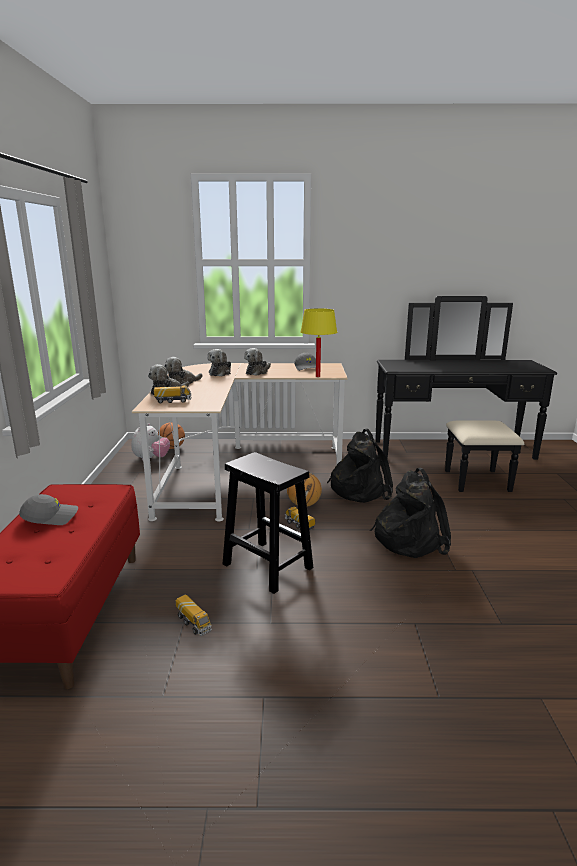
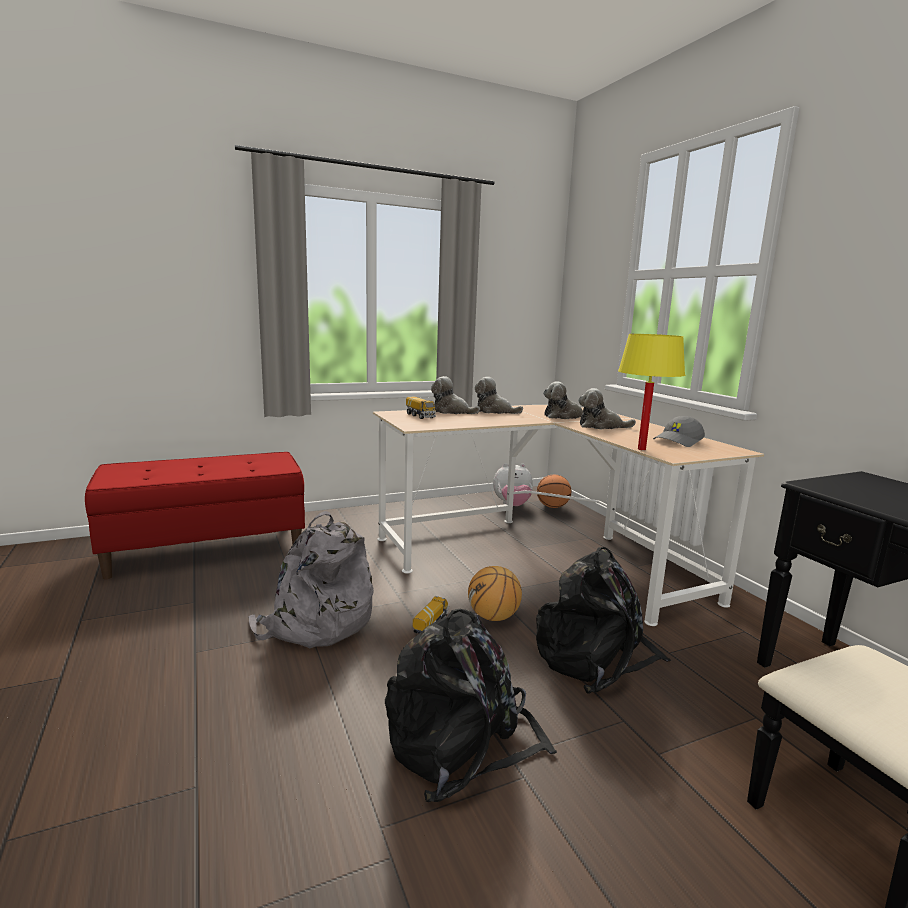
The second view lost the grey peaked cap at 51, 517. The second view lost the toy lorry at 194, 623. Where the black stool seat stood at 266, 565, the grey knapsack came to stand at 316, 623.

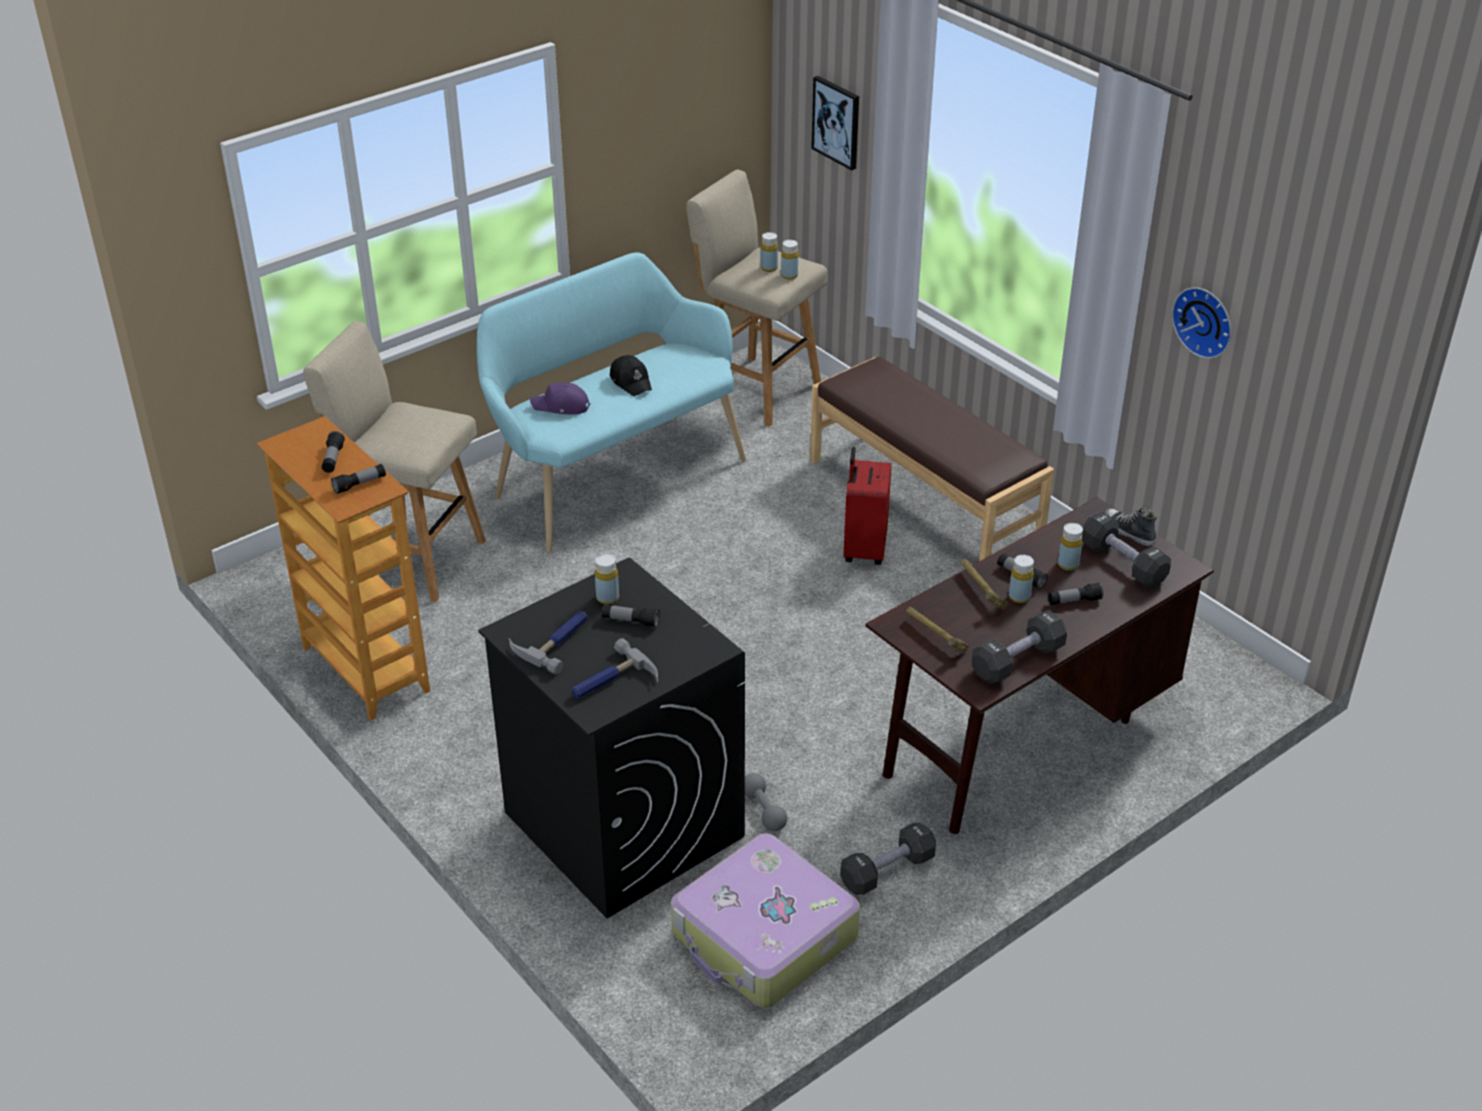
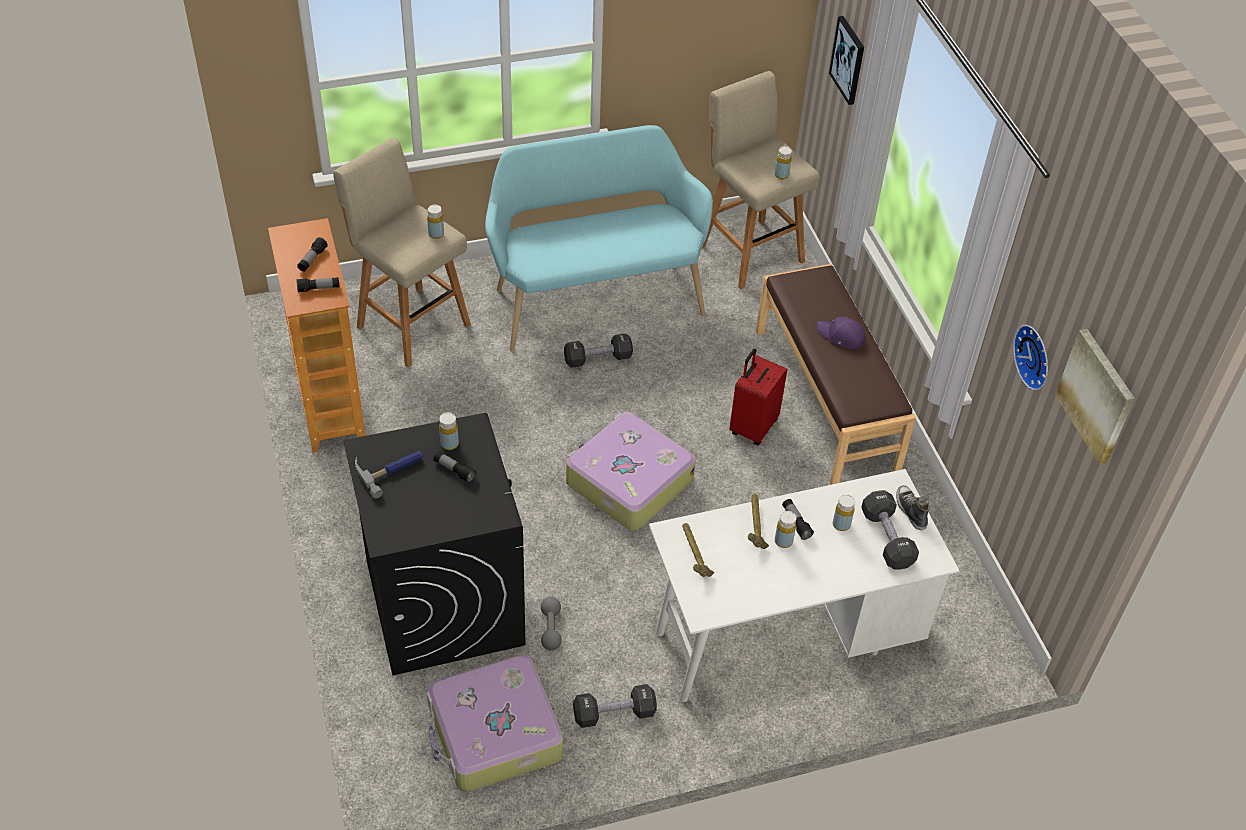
The second view lost the hand hammer at 611, 682. The second view lost the black peaked cap at 631, 381. The second view lost the flashlight at 1074, 601. The second view gained the piece of luggage at 627, 481. The second view gained the wall picture at 1097, 396. The purple-coloured peaked cap ended up elsewhere, having gone from 561, 406 to 841, 336. The yellowish drink bottle ended up elsewhere, having gone from 769, 268 to 436, 234. The black free weight ended up elsewhere, having gone from 1017, 661 to 598, 359. What was the brown desk unit at 1024, 739 turned into the whitish desk unit at 783, 639.

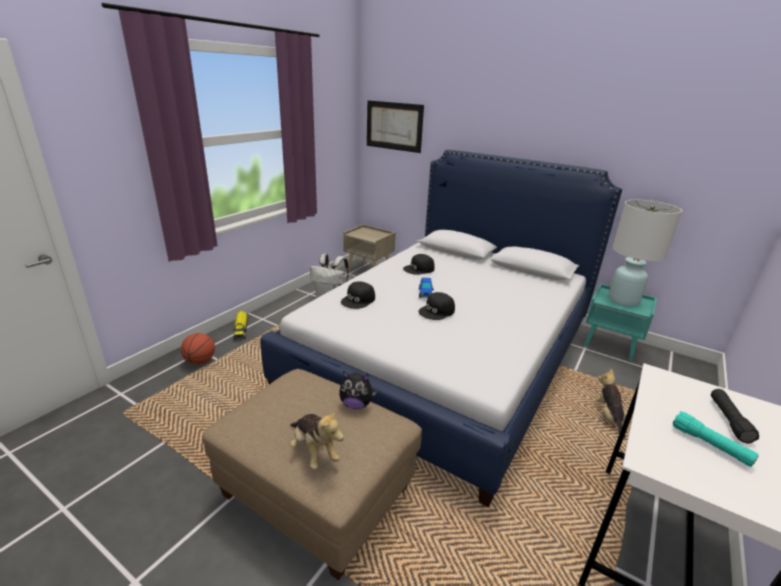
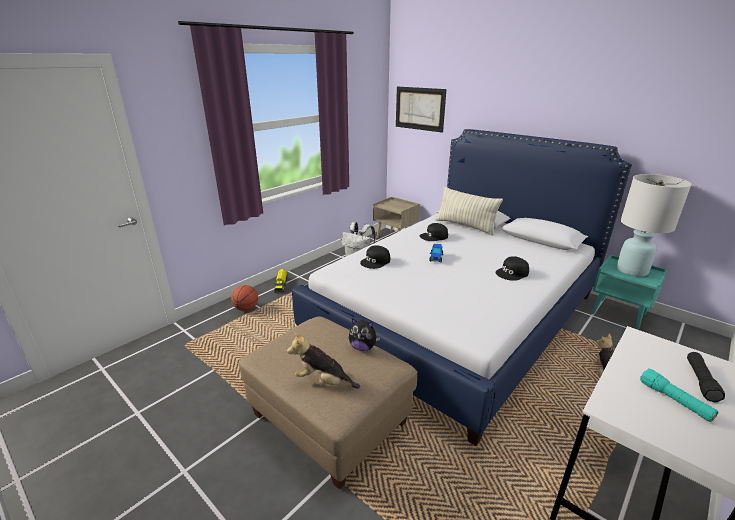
The second view gained the throw pillow at 465, 226. The black peaked cap ended up elsewhere, having gone from 437, 311 to 512, 273. The cuddly toy at 314, 451 ended up facing another way, 135 degrees clockwise from before.

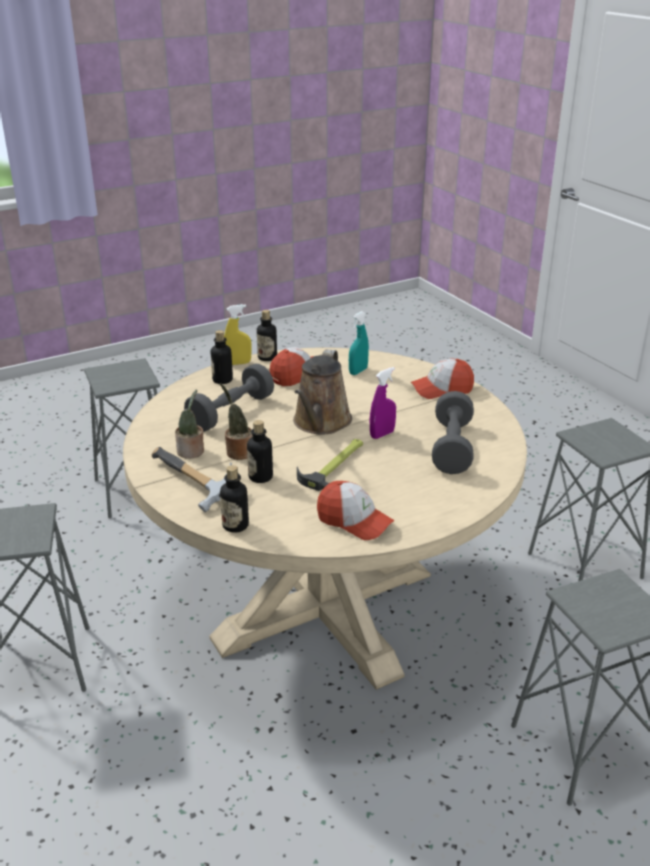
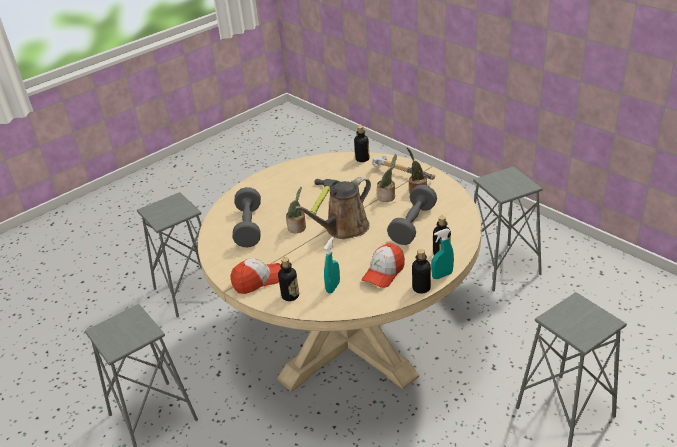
The second view lost the peaked cap at 354, 521. The drink bottle ended up elsewhere, having gone from 260, 477 to 290, 296. Where the purple-coloured sprayer stood at 382, 434, the potted plant came to stand at 298, 228. What was the yellowish sprayer at 238, 363 turned into the turquoise sprayer at 442, 275. The brown watering can at 320, 423 ended up facing another way, 135 degrees counterclockwise from before.

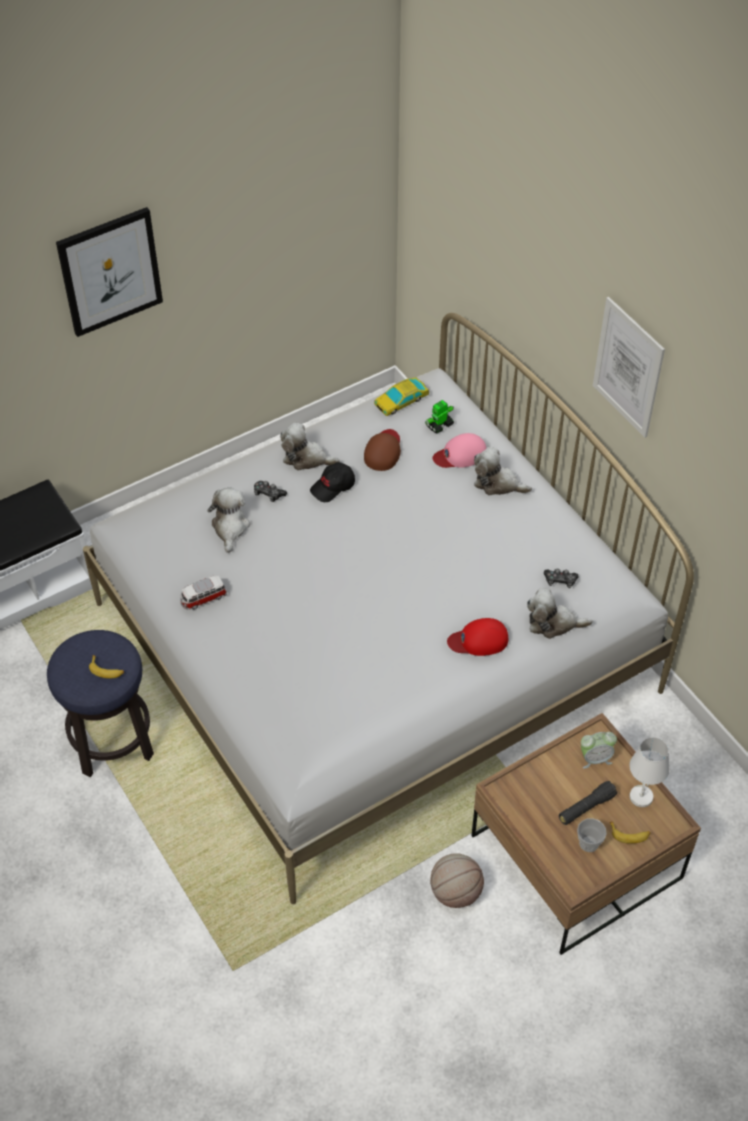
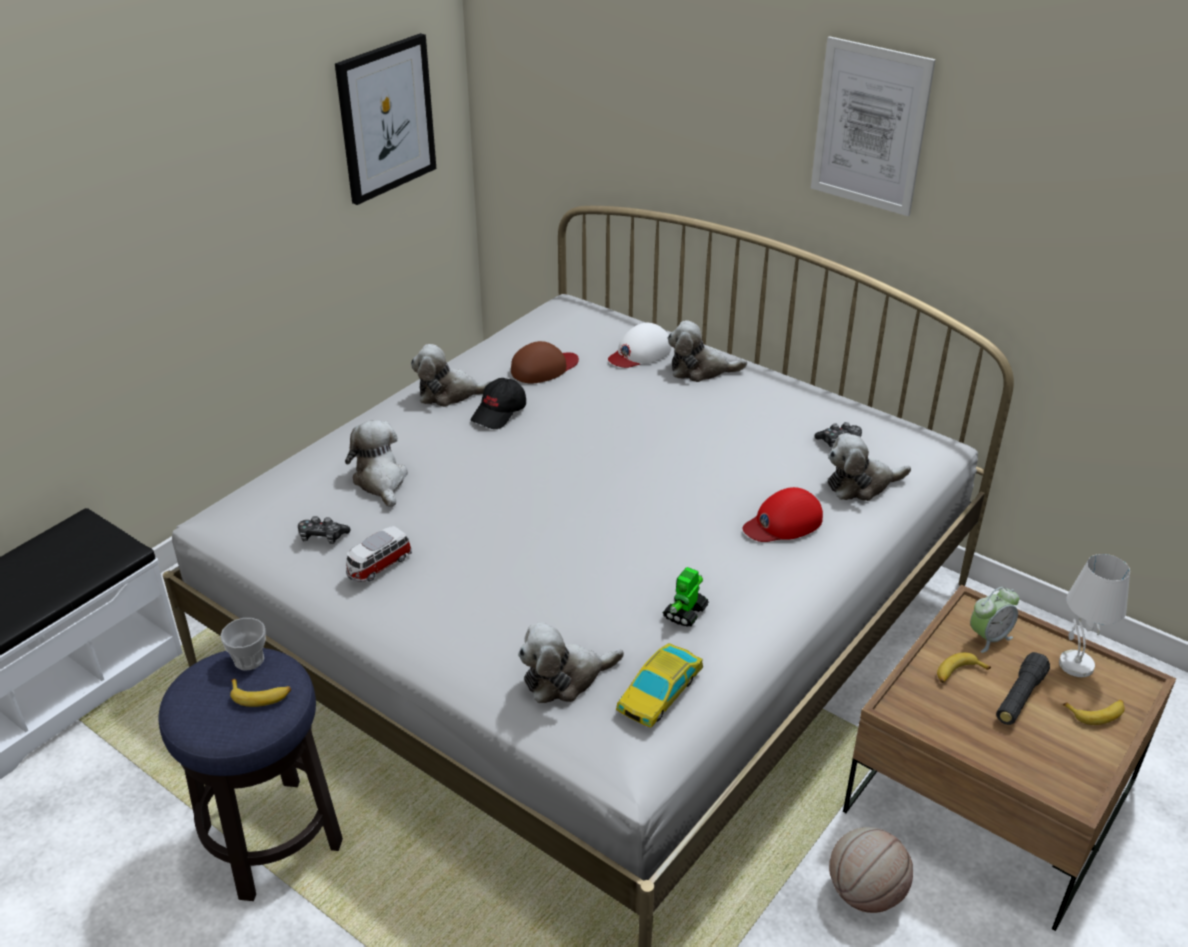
The second view gained the cuddly toy at 565, 678. The second view gained the banana at 958, 673. The wall picture ended up elsewhere, having gone from 110, 271 to 386, 118. The game controller ended up elsewhere, having gone from 268, 494 to 322, 537. The model car ended up elsewhere, having gone from 401, 400 to 660, 691. The toy robot ended up elsewhere, having gone from 439, 425 to 685, 613. The small cup ended up elsewhere, having gone from 589, 843 to 249, 660. What was the pink peaked cap at 460, 455 turned into the whitish peaked cap at 640, 353. The brown peaked cap at 383, 451 ended up facing another way, 60 degrees clockwise from before.

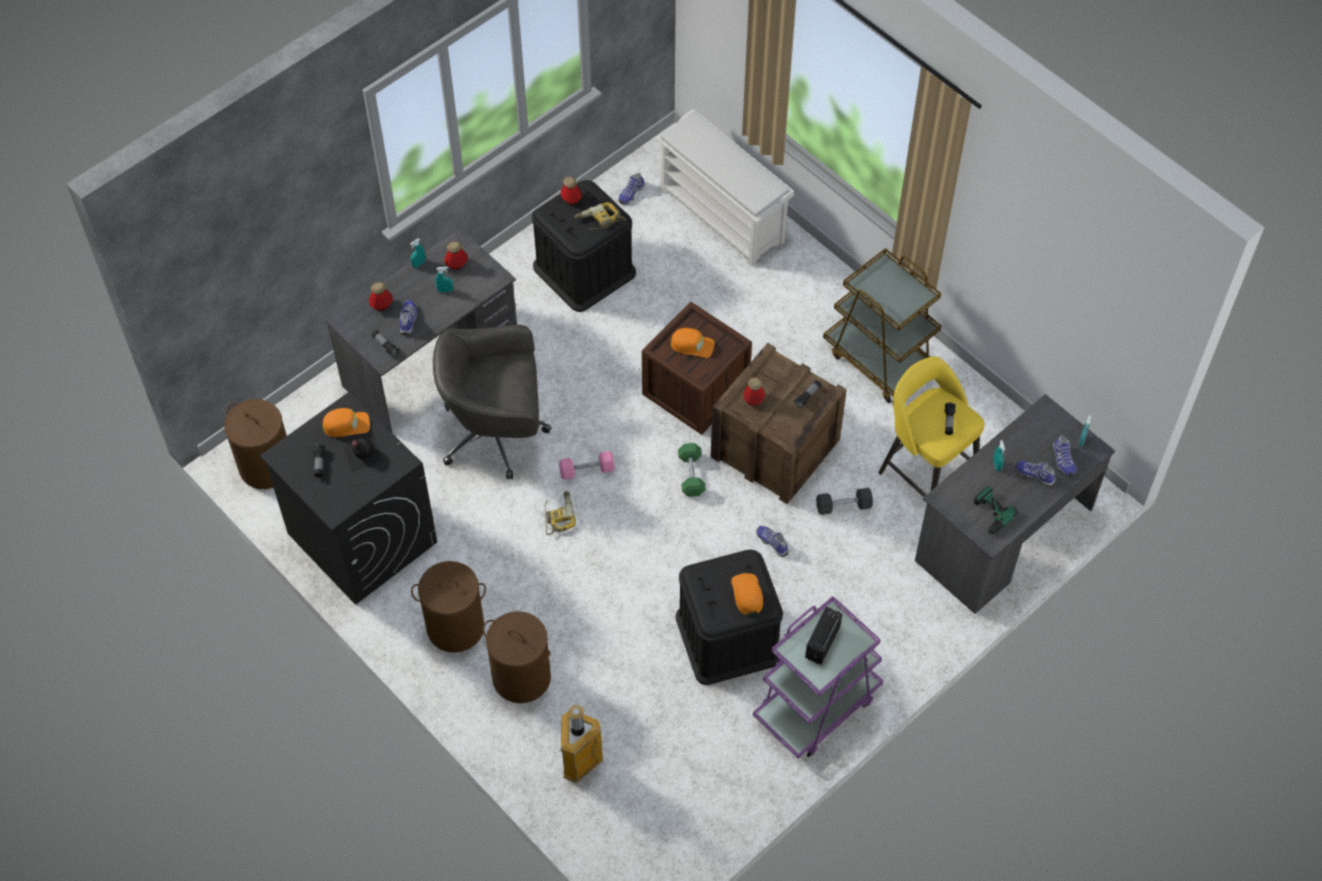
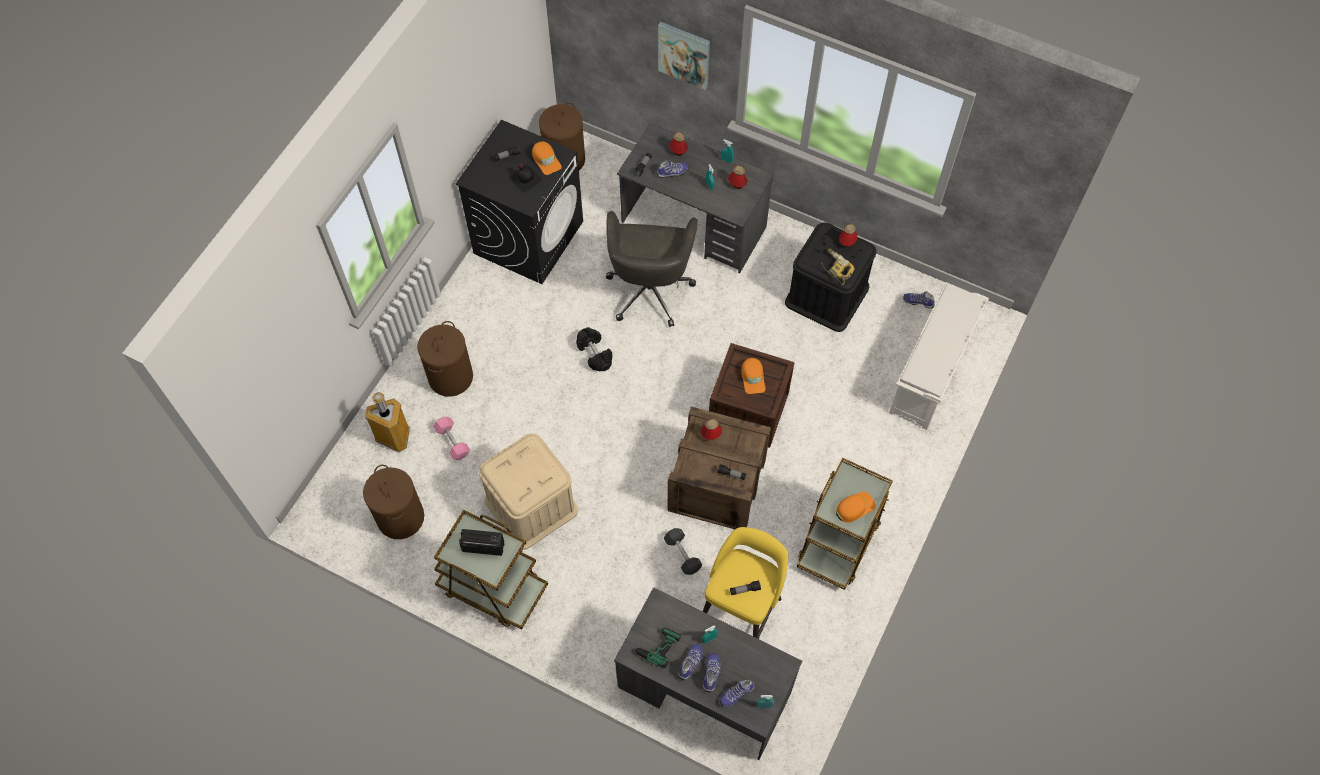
The second view lost the green free weight at 691, 475. The second view gained the wall picture at 684, 54. The brown hamper ended up elsewhere, having gone from 455, 627 to 400, 517. The pink free weight ended up elsewhere, having gone from 587, 470 to 452, 441. The orangey peaked cap ended up elsewhere, having gone from 747, 595 to 855, 507. The shoe ended up elsewhere, having gone from 773, 542 to 691, 663. Where the drill stood at 558, 515, the black free weight came to stand at 595, 354. What was the black storage bin at 728, 637 turned into the sand-coloured storage bin at 531, 505. What was the purple-coloured trolley at 816, 706 turned into the brown trolley at 492, 588. The grey computer chair at 496, 433 ended up facing another way, 150 degrees counterclockwise from before.

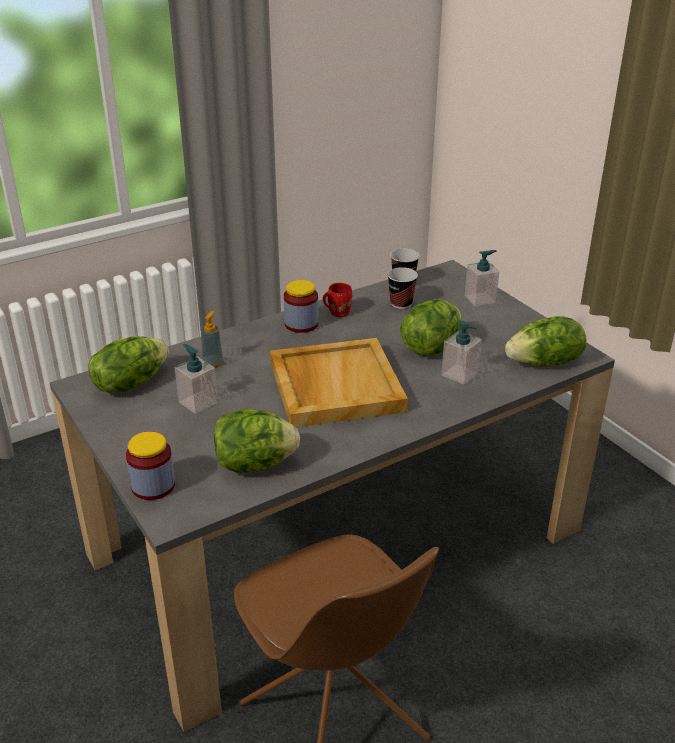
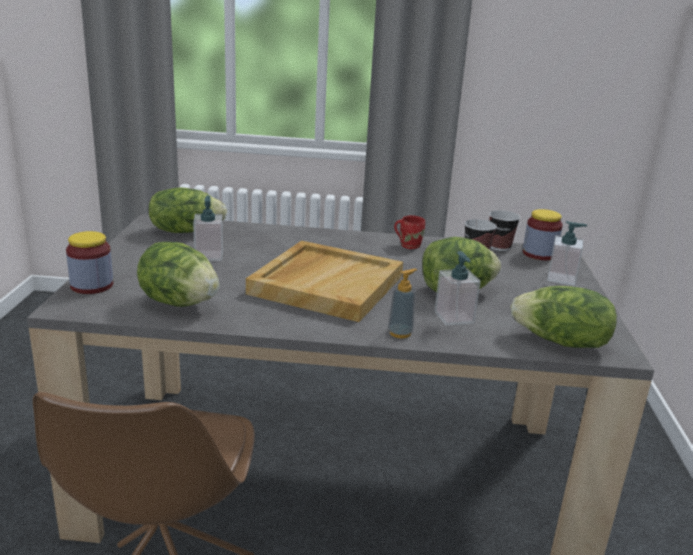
The soap dispenser ended up elsewhere, having gone from 213, 363 to 400, 333. The preserve jar ended up elsewhere, having gone from 301, 324 to 539, 254.

